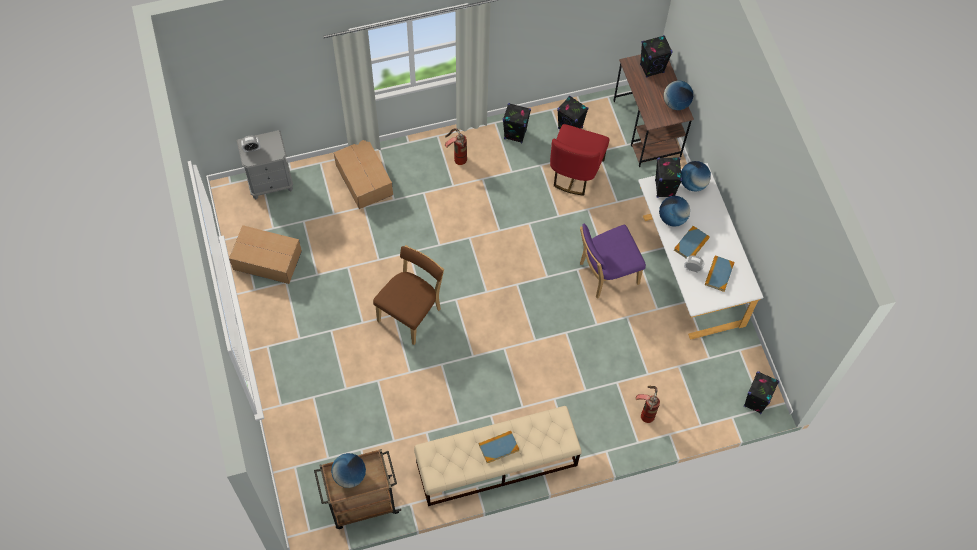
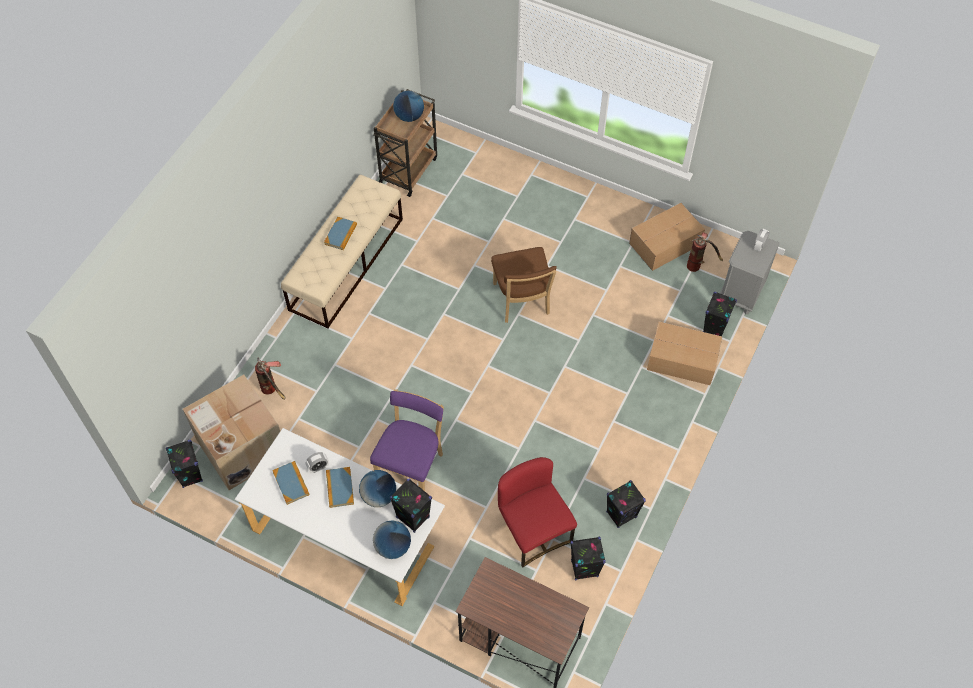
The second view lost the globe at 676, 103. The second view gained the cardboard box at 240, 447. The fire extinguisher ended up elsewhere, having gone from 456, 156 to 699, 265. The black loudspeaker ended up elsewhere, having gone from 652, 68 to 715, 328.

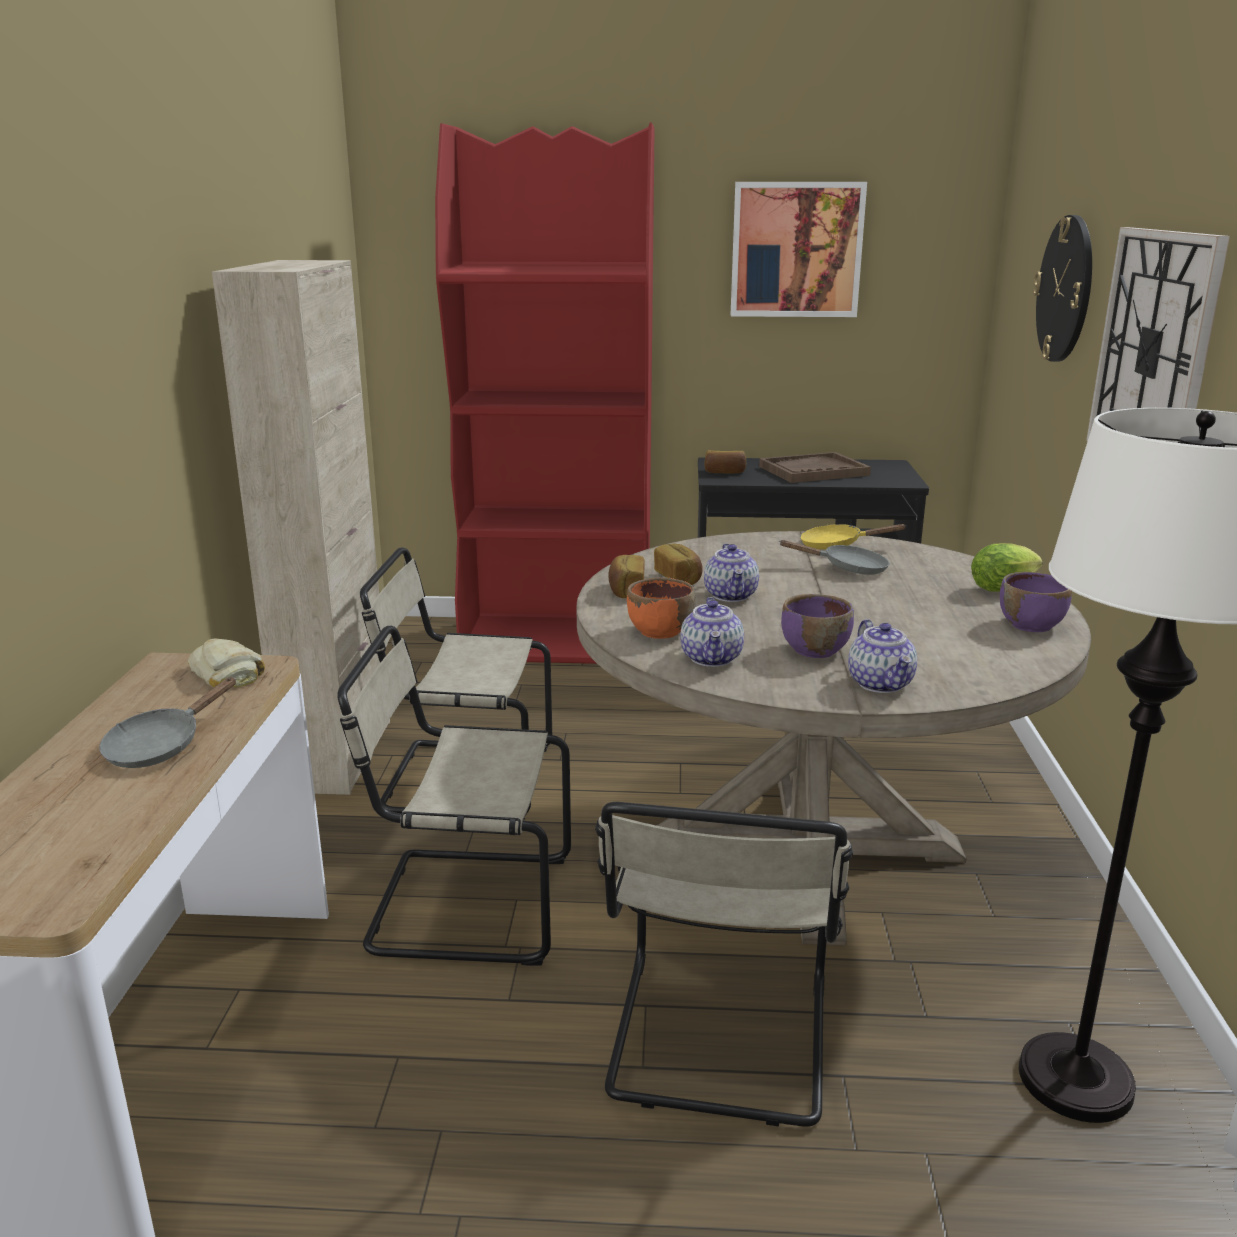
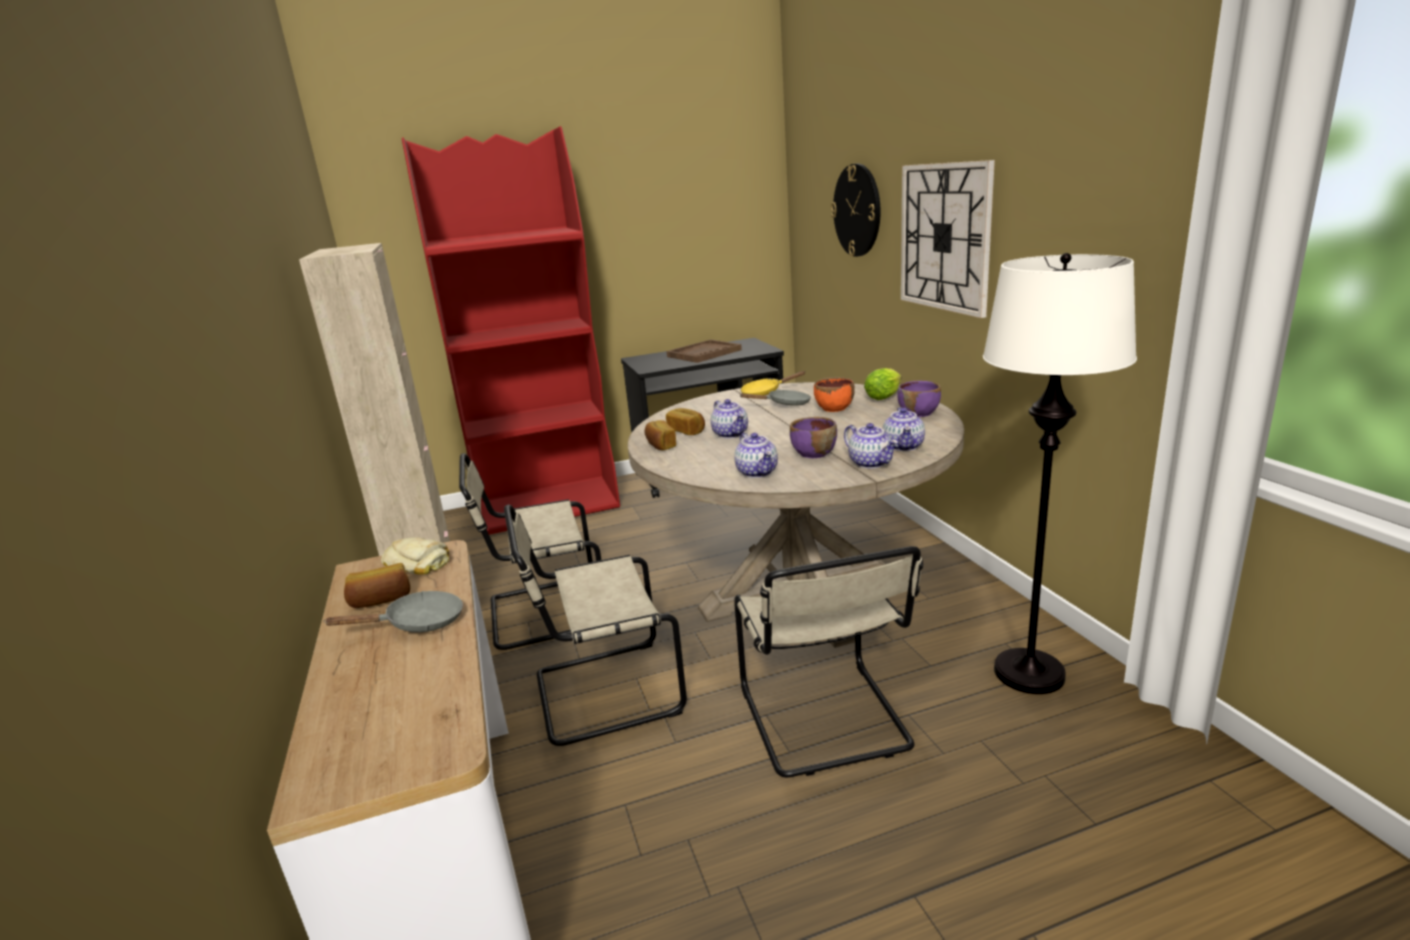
The second view lost the wall picture at 796, 250. The second view gained the tea pot at 904, 446. The orangey deep dish ended up elsewhere, having gone from 660, 632 to 834, 408. The bread ended up elsewhere, having gone from 724, 472 to 381, 600. The grey skillet at 161, 746 ended up facing another way, 120 degrees counterclockwise from before.

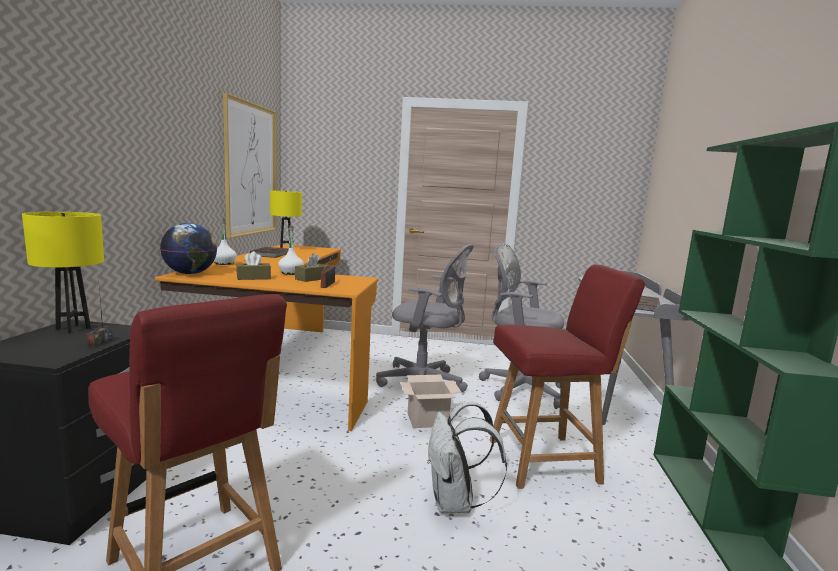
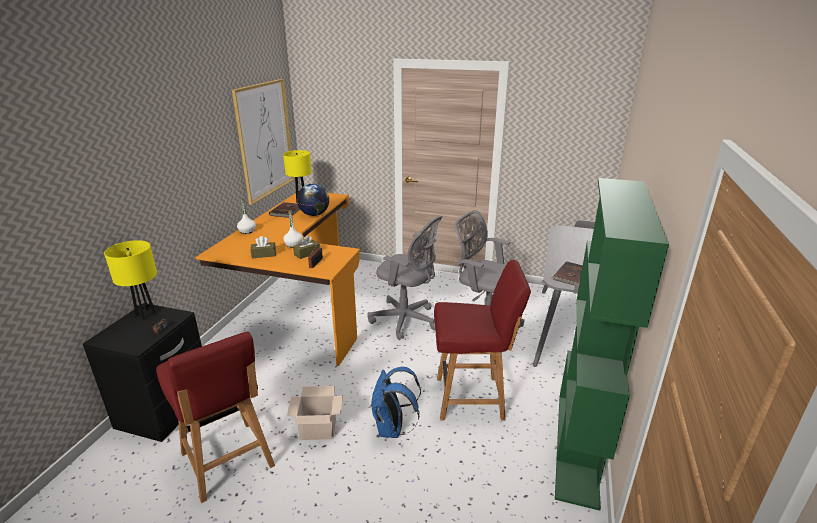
The globe ended up elsewhere, having gone from 190, 273 to 314, 214. The cardboard box ended up elsewhere, having gone from 428, 419 to 319, 428. What was the whitish knapsack at 455, 503 turned into the blue knapsack at 392, 429.

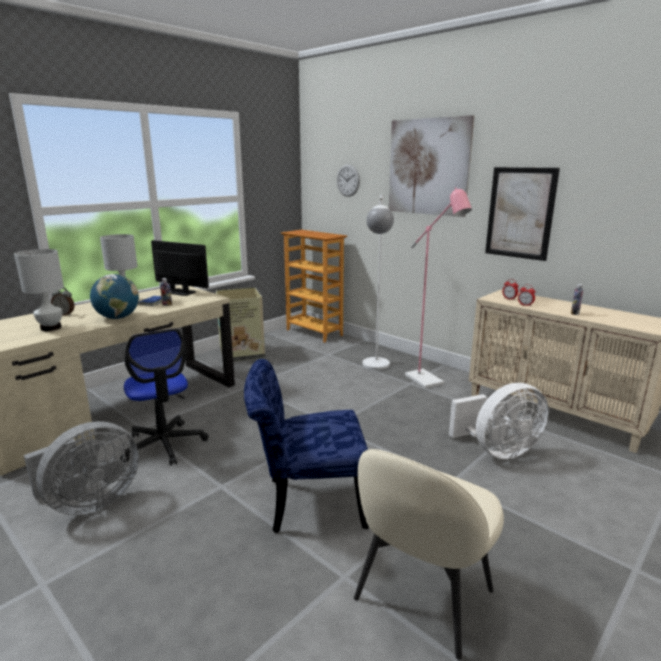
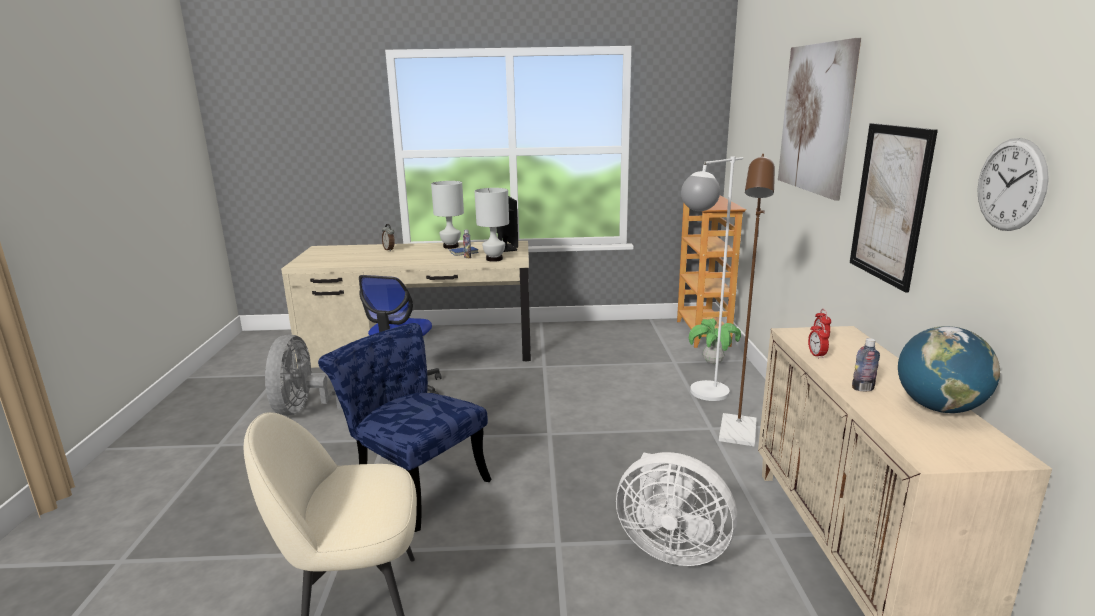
The second view lost the cardboard box at 243, 353. The second view gained the potted plant at 713, 362. The whitish table lamp ended up elsewhere, having gone from 51, 328 to 494, 259. The globe ended up elsewhere, having gone from 117, 318 to 938, 408. The wall clock ended up elsewhere, having gone from 348, 180 to 1011, 185. What was the pink floor lamp at 428, 382 turned into the brown floor lamp at 737, 436. The grey fan at 89, 503 ended up facing another way, 90 degrees clockwise from before.

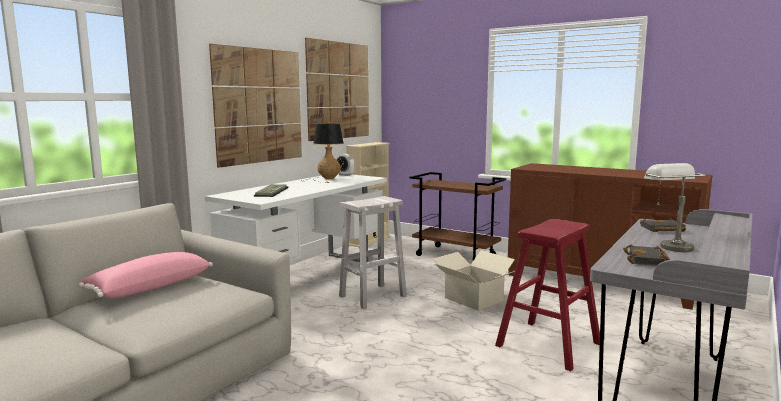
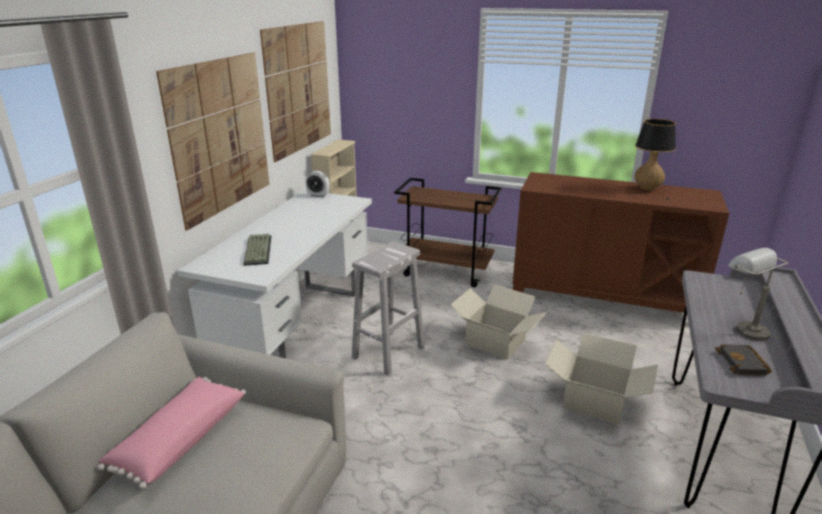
The second view lost the black bound book at 661, 229. The table lamp ended up elsewhere, having gone from 326, 179 to 646, 190. Where the reddish stool seat stood at 548, 344, the cardboard box came to stand at 594, 401.

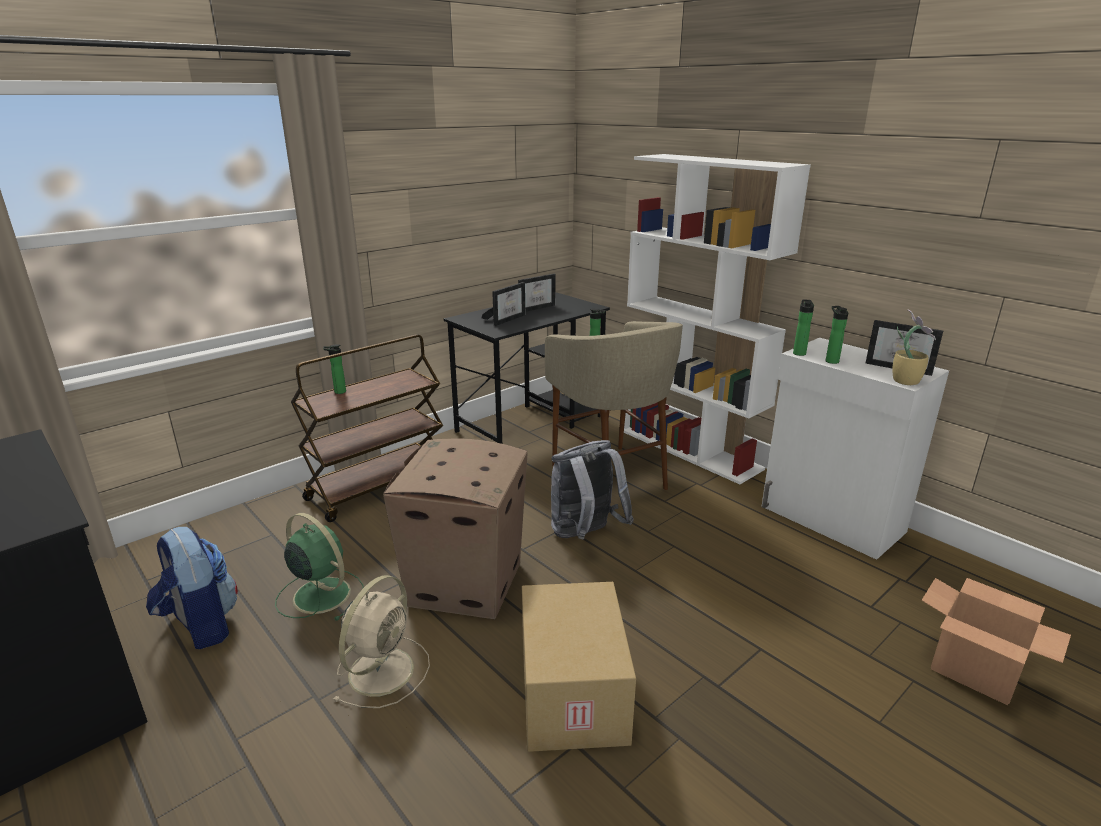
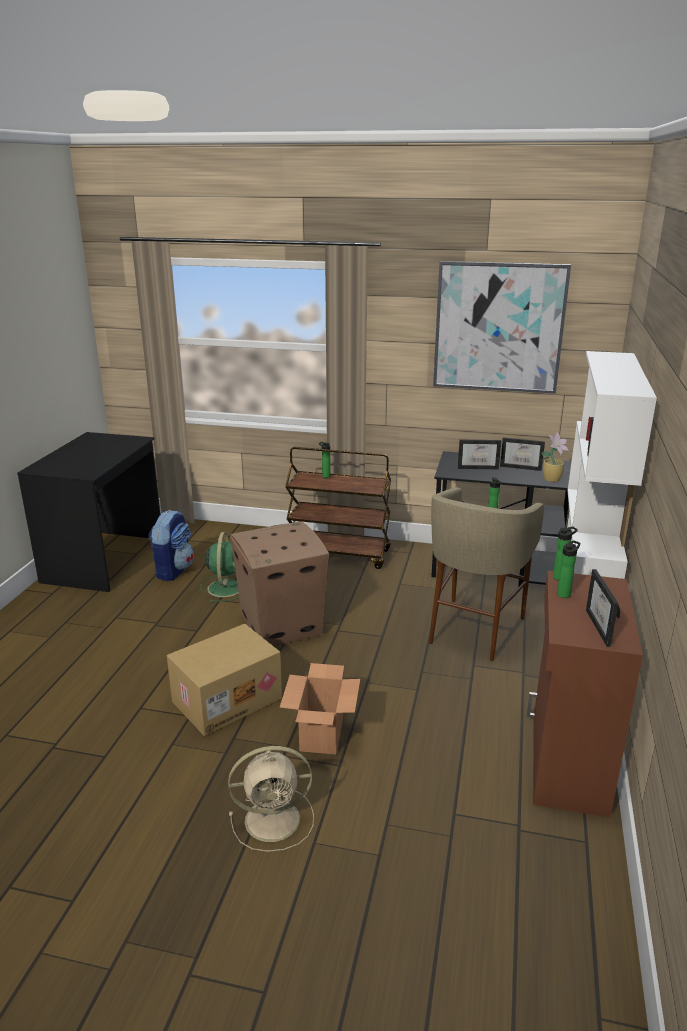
The second view lost the grey knapsack at 585, 535. The second view gained the wall picture at 498, 327. The sand-coloured fan ended up elsewhere, having gone from 383, 669 to 275, 819. The potted plant ended up elsewhere, having gone from 905, 381 to 552, 479. The cardboard box ended up elsewhere, having gone from 975, 673 to 321, 735. What was the whitish cupboard at 831, 520 turned into the brown cupboard at 566, 763.

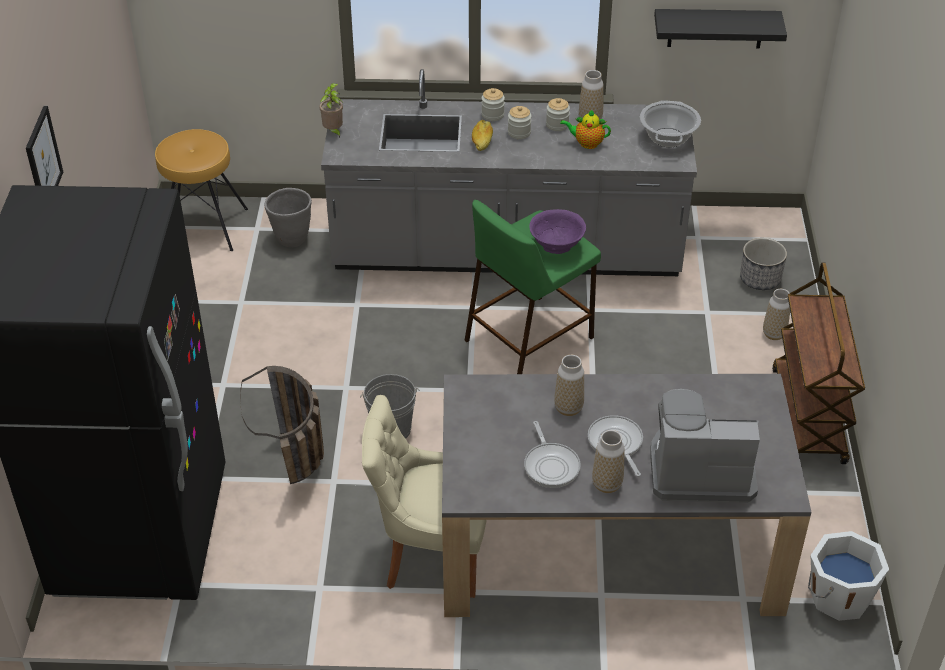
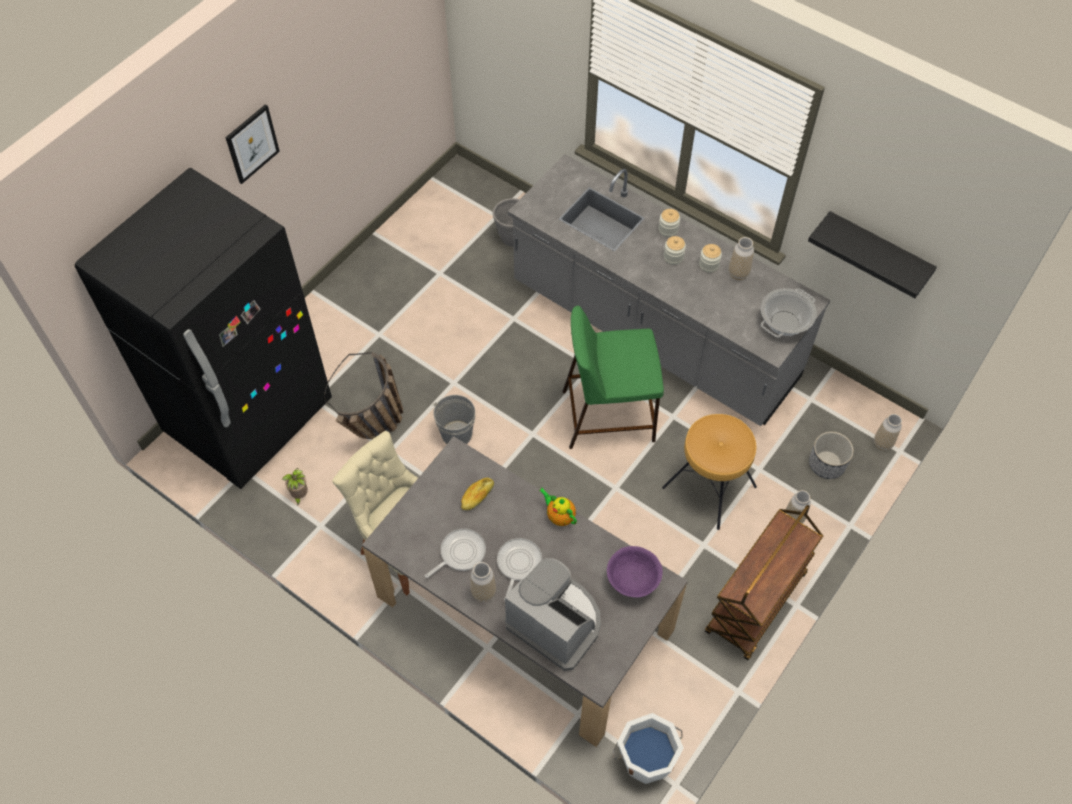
The brown stool seat ended up elsewhere, having gone from 204, 227 to 709, 487. The potted plant ended up elsewhere, having gone from 333, 132 to 299, 495. The bread ended up elsewhere, having gone from 482, 140 to 477, 496. The purple-coloured deep dish ended up elsewhere, having gone from 556, 246 to 632, 581. The decorative vase ended up elsewhere, having gone from 568, 408 to 882, 443. The tea pot ended up elsewhere, having gone from 586, 143 to 559, 516. The skillet at 551, 465 ended up facing another way, 150 degrees counterclockwise from before.

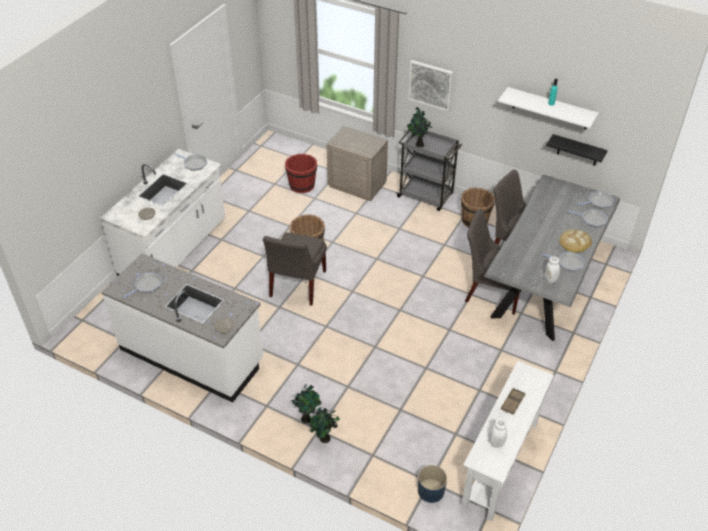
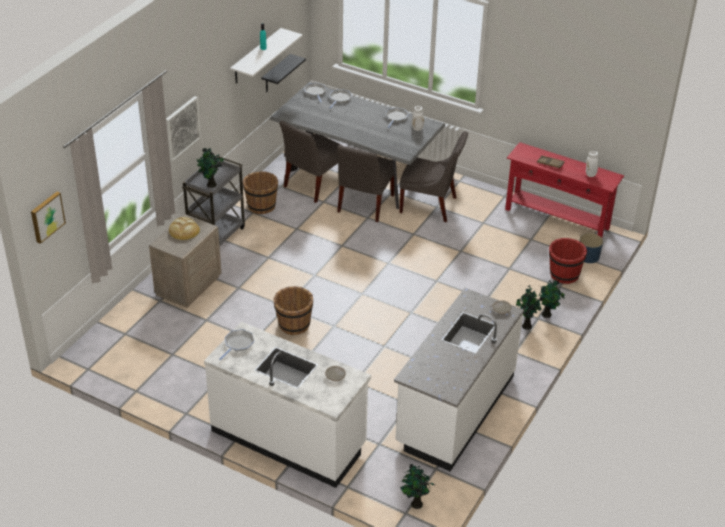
The second view lost the skillet at 147, 285. The second view gained the wall picture at 46, 216. The second view gained the potted plant at 415, 504. The grey chair ended up elsewhere, having gone from 296, 285 to 431, 206. The reddish pail ended up elsewhere, having gone from 302, 185 to 564, 274. The bread ended up elsewhere, having gone from 574, 242 to 184, 230. What was the whitish hall table at 501, 464 turned into the reddish hall table at 557, 218.

